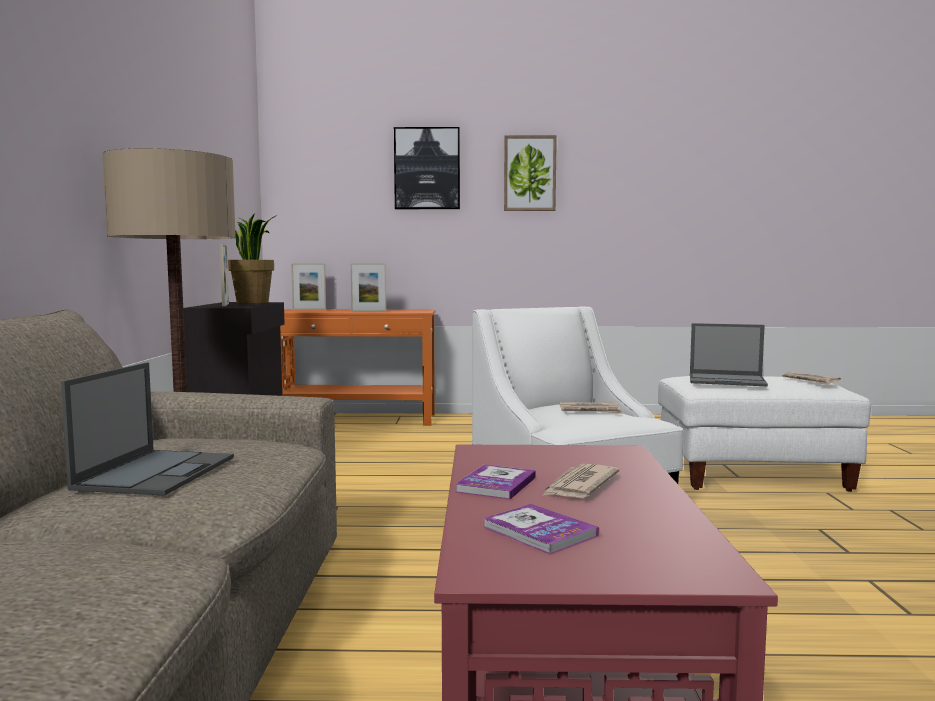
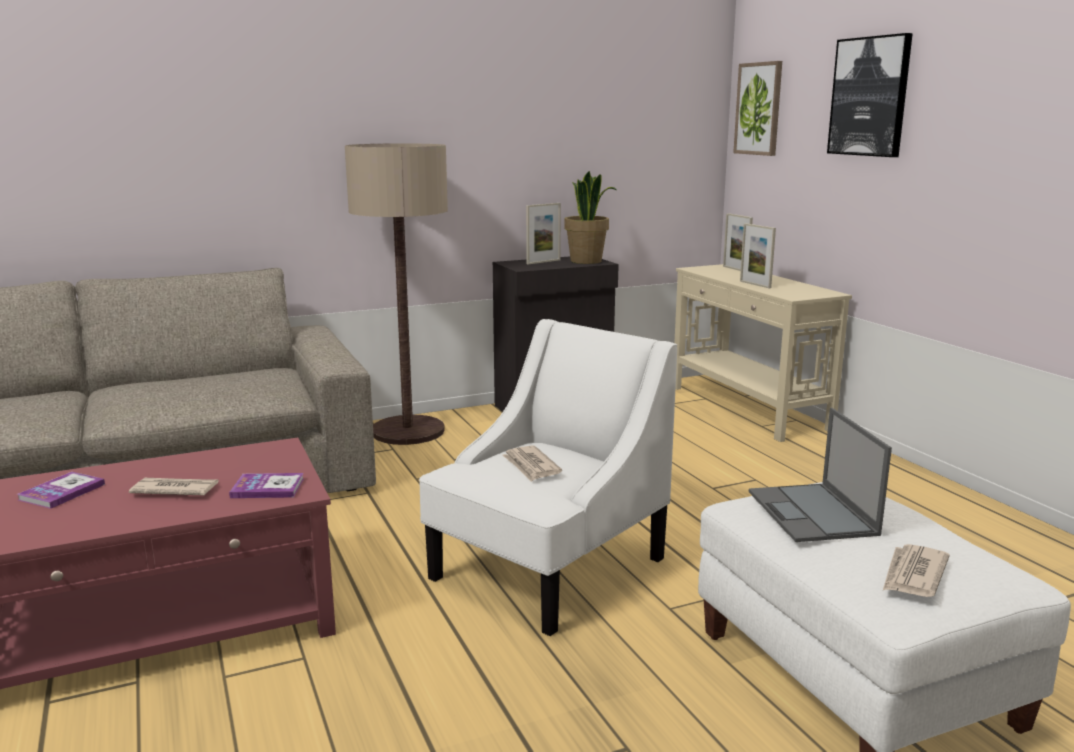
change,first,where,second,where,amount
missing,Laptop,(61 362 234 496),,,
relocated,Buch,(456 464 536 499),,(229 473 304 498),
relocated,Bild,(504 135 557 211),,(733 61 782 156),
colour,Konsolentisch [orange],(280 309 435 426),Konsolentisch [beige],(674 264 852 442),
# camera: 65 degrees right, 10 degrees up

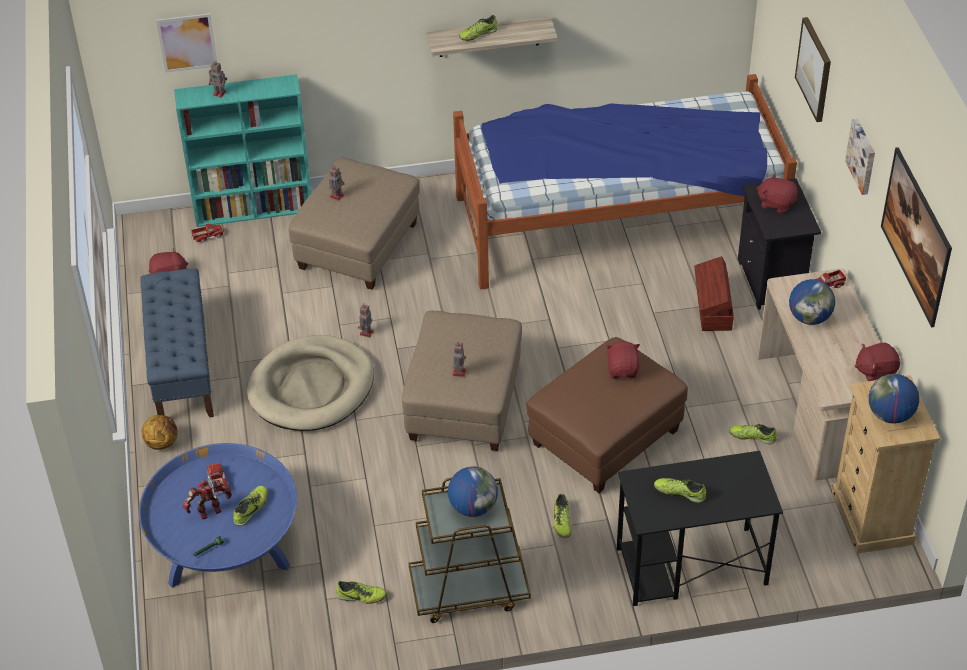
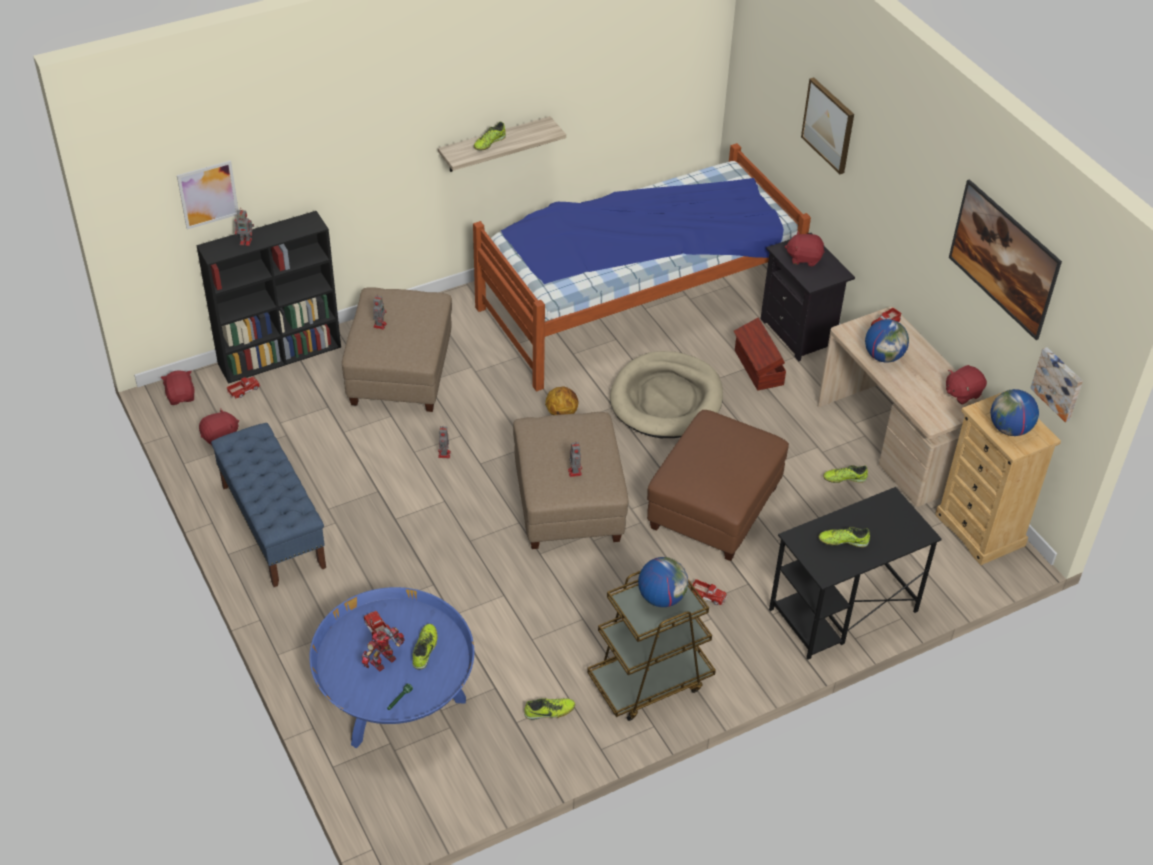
change,first,where,second,where,amount
relocated,Basketball,(142 415 178 450),,(545 387 578 415),
relocated,Hundebett [beige],(247 335 374 431),,(610 351 723 438),
relocated,Plüschtier [rot],(606 341 640 378),,(160 370 194 405),
relocated,Bild,(845 119 875 195),,(1031 347 1083 422),
exchanged,Schuh,(554 494 572 538),Spielzeuglaster,(692 579 727 605),
colour,Bücherregal [türkis],(174 74 311 227),Bücherregal [schwarz],(196 211 341 384),
# camera: 20 degrees left, 0 degrees up

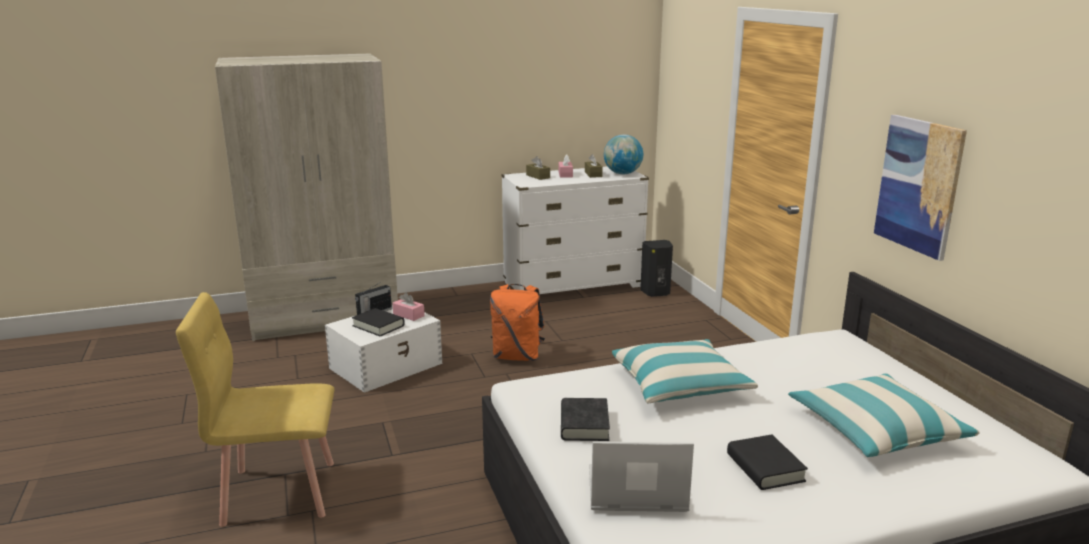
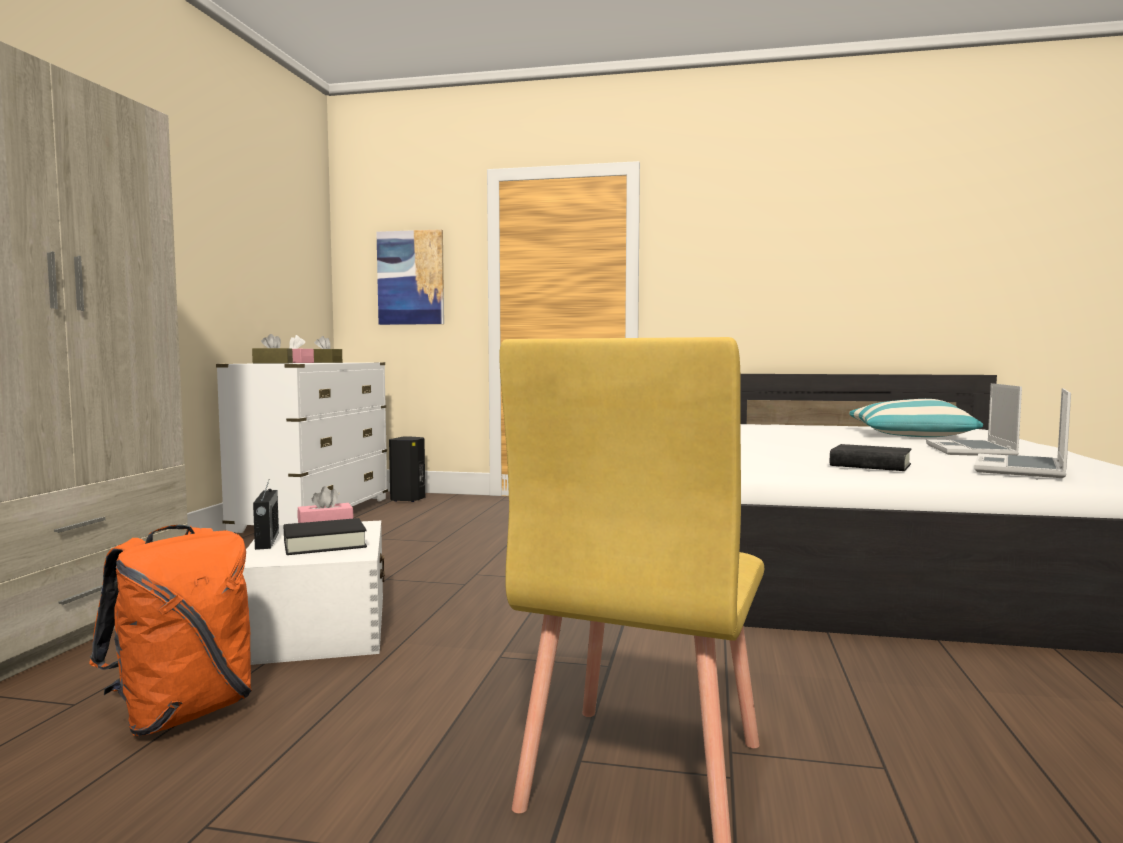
change,first,where,second,where,amount
missing,Globus,(604 135 643 174),,,
missing,Kissen,(612 339 758 403),,,
relocated,Rucksack [orange],(490 284 545 361),,(89 525 252 736),
relocated,Bild,(874 115 967 261),,(376 229 444 325),
exchanged,Buch [schwarz],(727 435 808 490),Laptop,(926 383 1022 456),
# camera: 60 degrees left, 15 degrees down

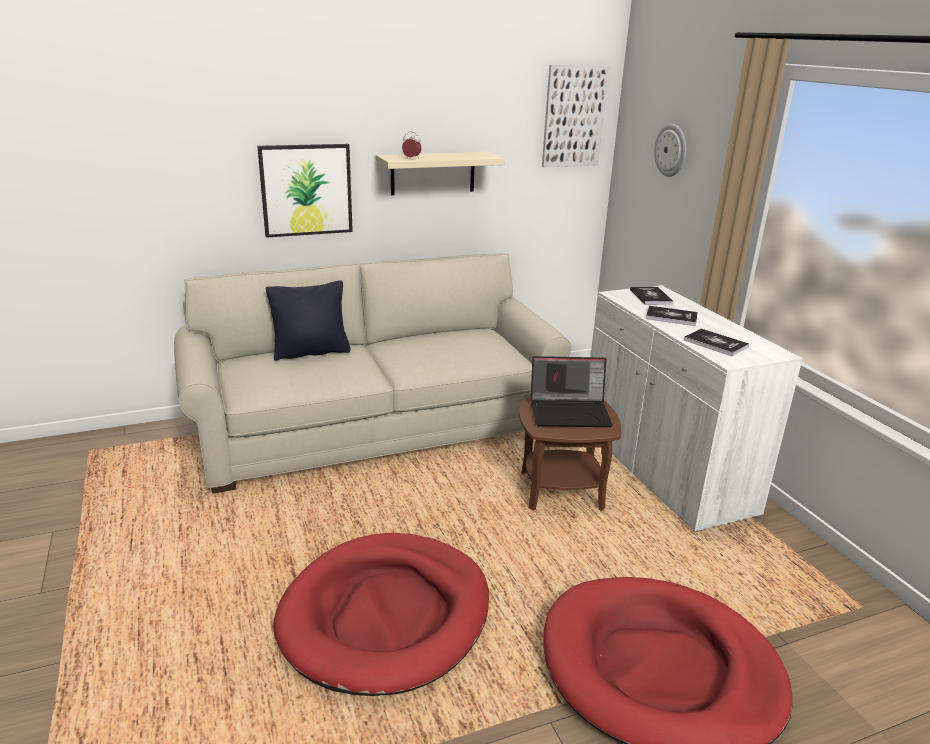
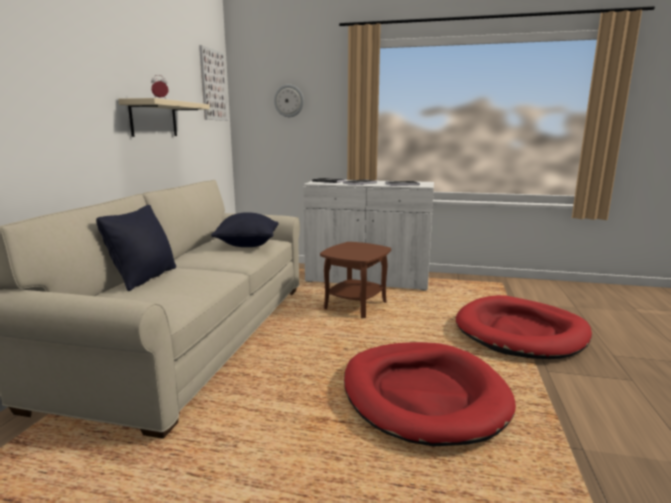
change,first,where,second,where,amount
missing,Bild,(257 144 353 238),,,
missing,Laptop,(531 356 613 427),,,
appeared,,,Kissen [schwarz],(211 212 278 247),
# camera: 55 degrees left, 10 degrees down

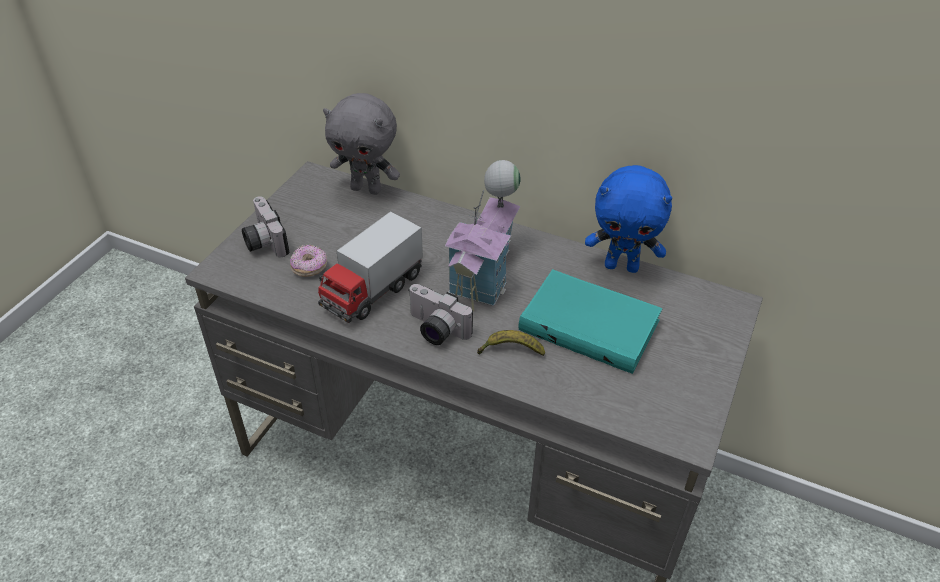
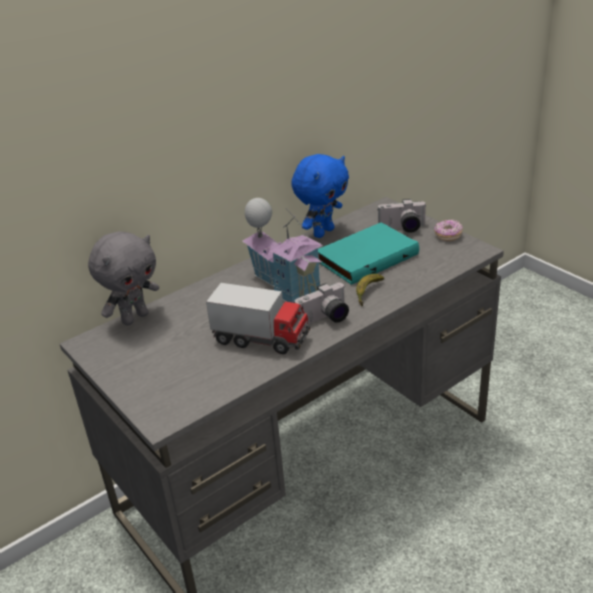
change,first,where,second,where,amount
relocated,Kamera,(242 196 289 257),,(378 199 427 233),
relocated,Donut,(290 245 327 277),,(434 219 463 241),
spun,Spielzeuglaster,(318 211 423 323),,(206 283 310 354),45 degrees counterclockwise
# camera: 60 degrees left, 10 degrees down

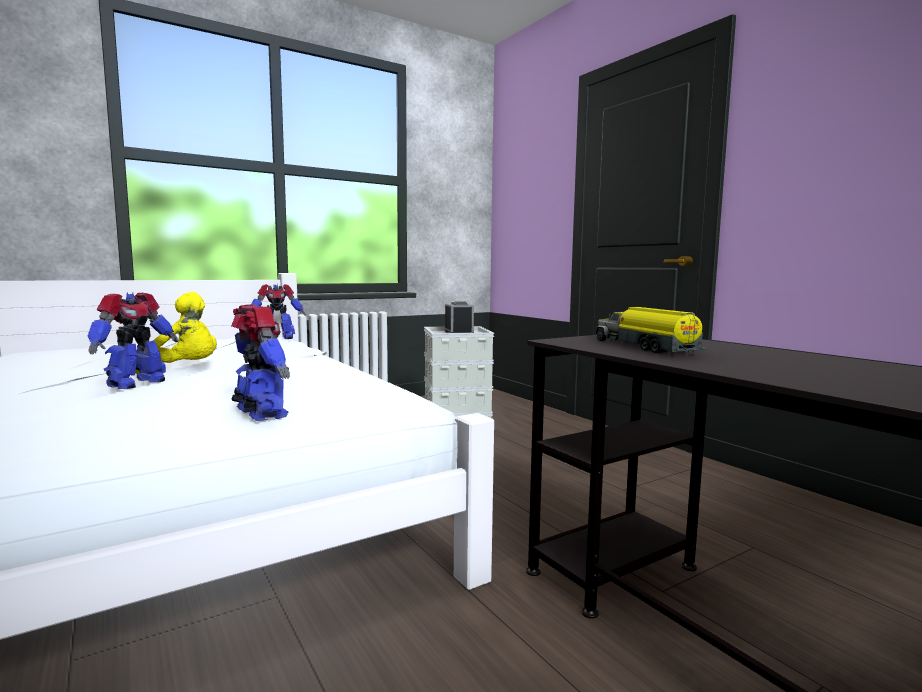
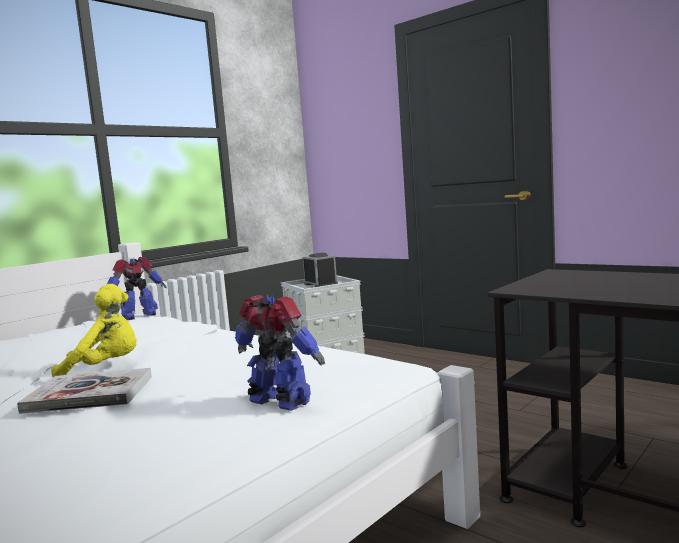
change,first,where,second,where,amount
missing,Spielzeuglaster,(596 307 705 353),,,
exchanged,Spielzeugroboter,(87 293 178 389),Buch,(17 368 152 414),
# camera: 15 degrees left, 0 degrees up

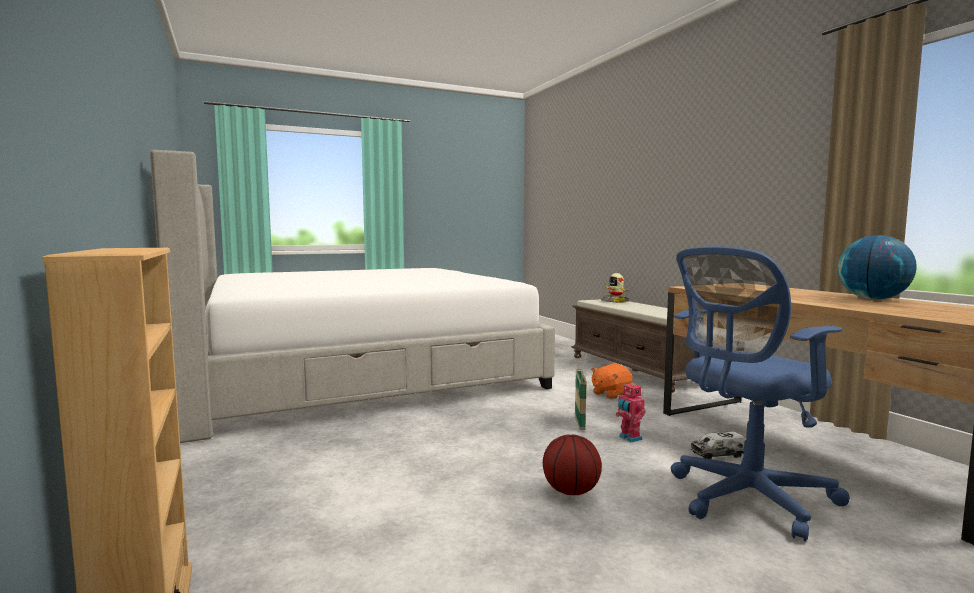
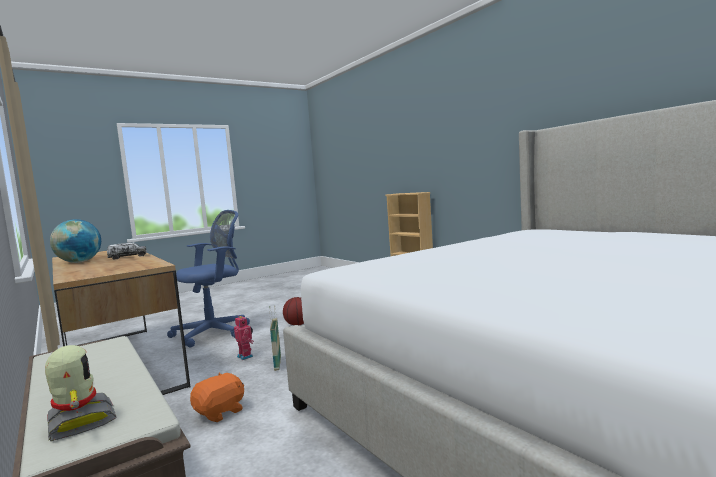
change,first,where,second,where,amount
relocated,Spielzeuglaster,(691 431 746 459),,(107 243 147 260),
# camera: 170 degrees right, 0 degrees up

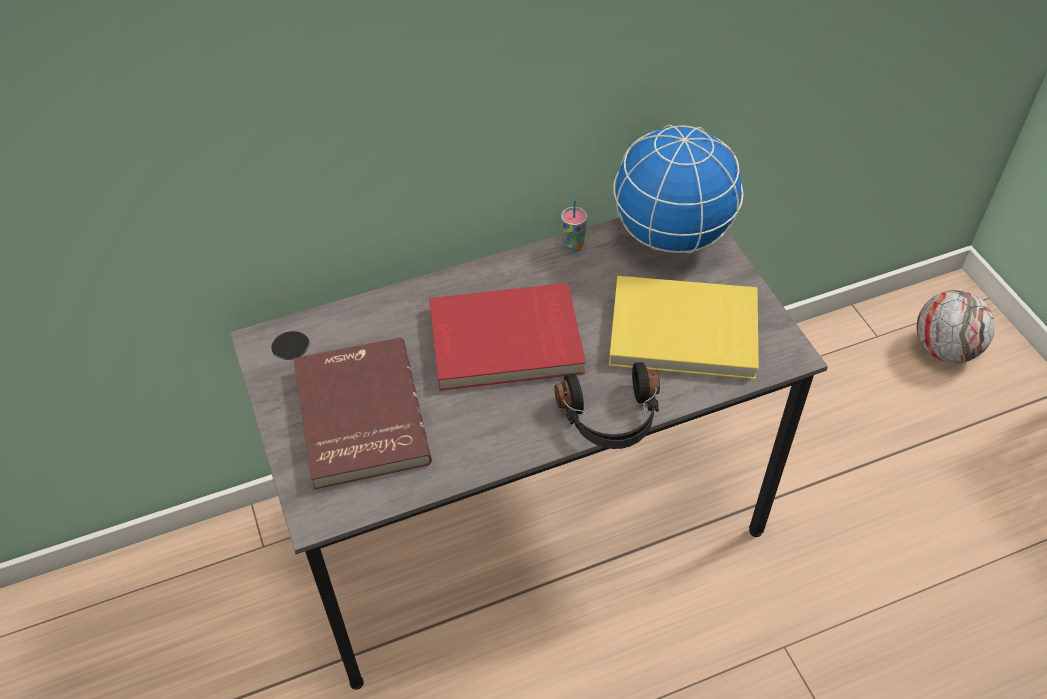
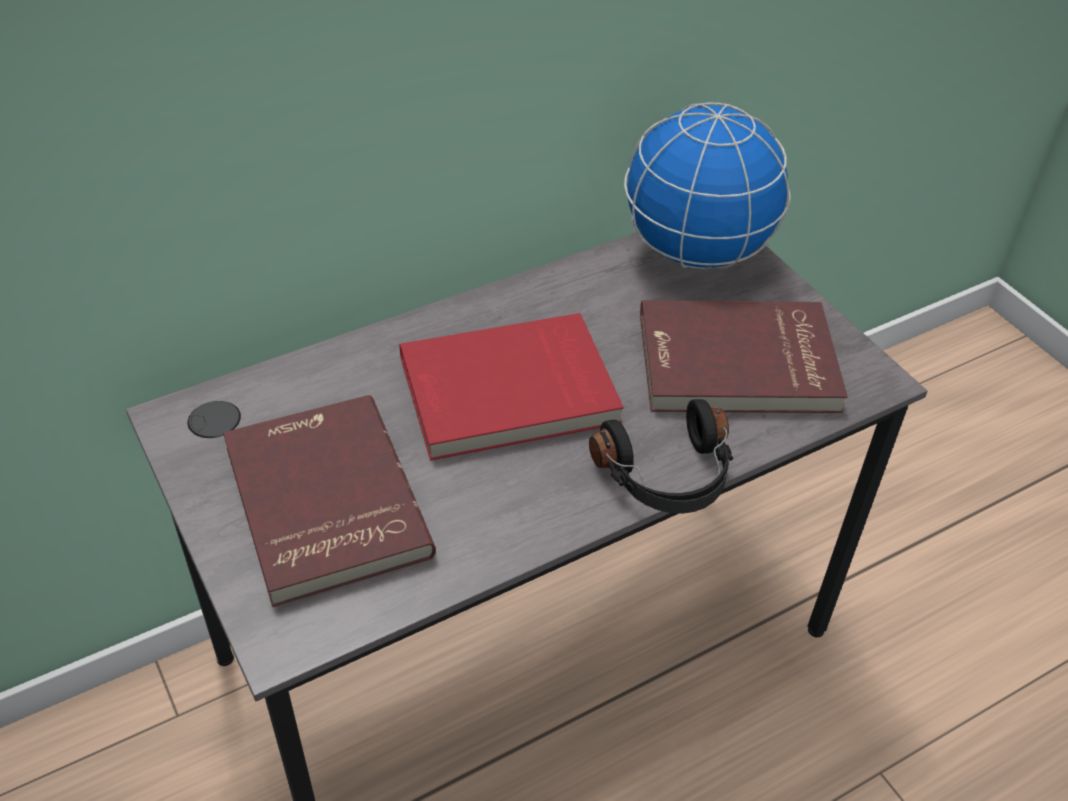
change,first,where,second,where,amount
missing,Tasse,(561 199 587 252),,,
missing,Fußball,(916 290 995 363),,,
colour,Buch [gelb],(609 276 759 379),Buch [rot],(640 300 848 413),
# camera: 10 degrees left, 5 degrees down

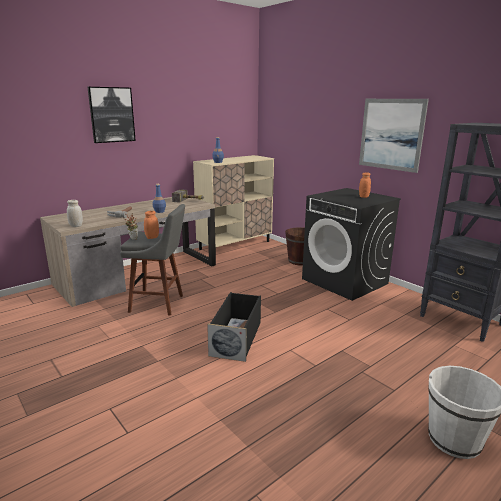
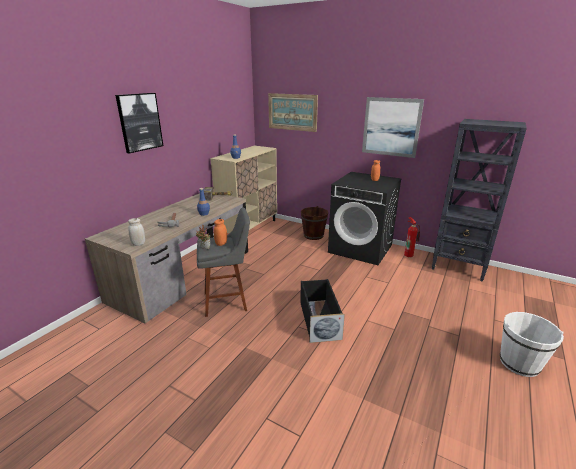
change,first,where,second,where,amount
appeared,,,Bild,(268 93 318 132),
appeared,,,Feuerlöscher,(404 217 420 257),
# camera: 20 degrees left, 5 degrees up

